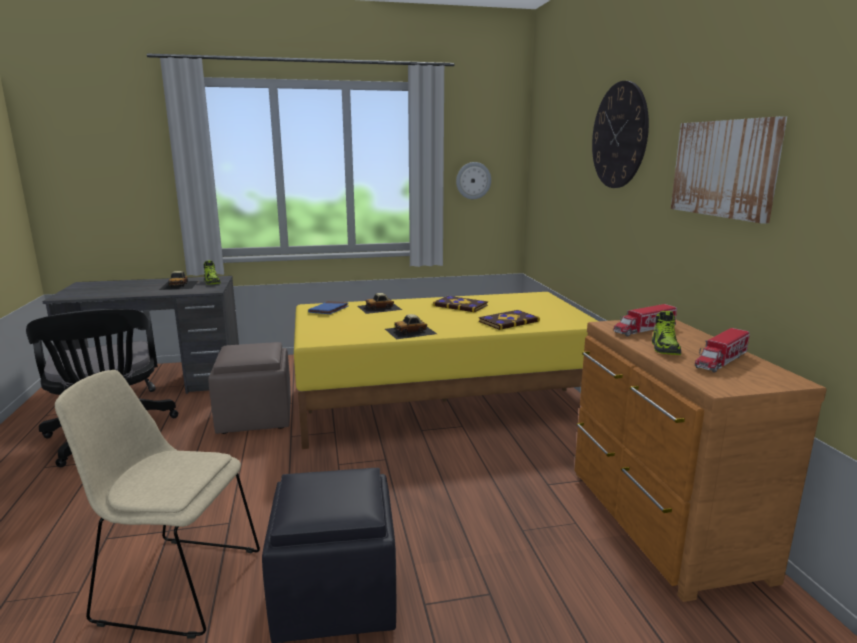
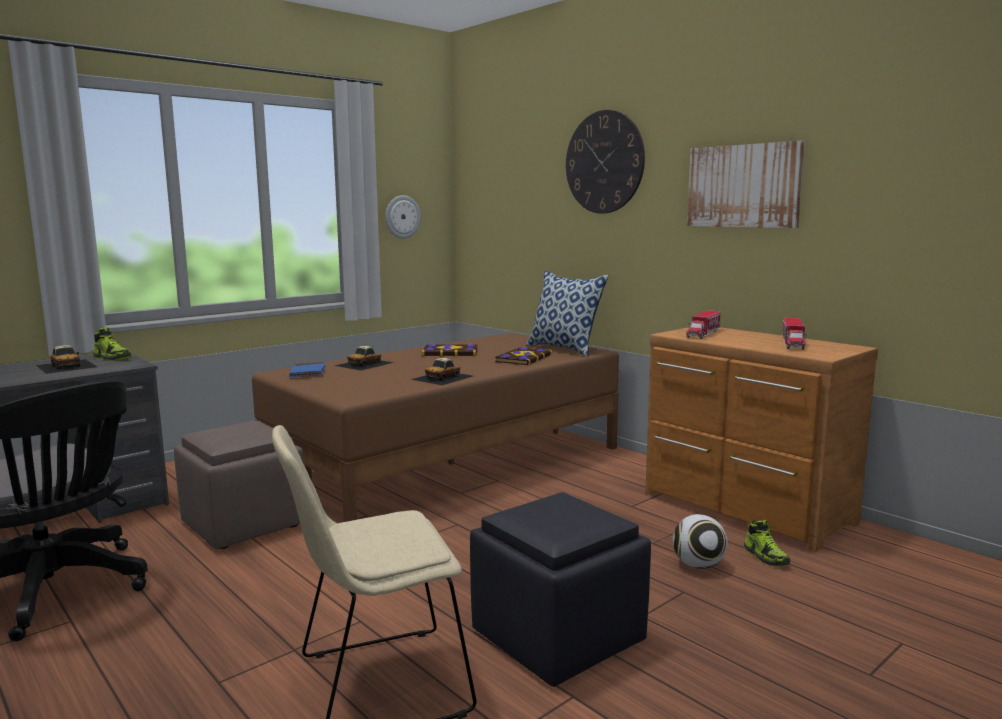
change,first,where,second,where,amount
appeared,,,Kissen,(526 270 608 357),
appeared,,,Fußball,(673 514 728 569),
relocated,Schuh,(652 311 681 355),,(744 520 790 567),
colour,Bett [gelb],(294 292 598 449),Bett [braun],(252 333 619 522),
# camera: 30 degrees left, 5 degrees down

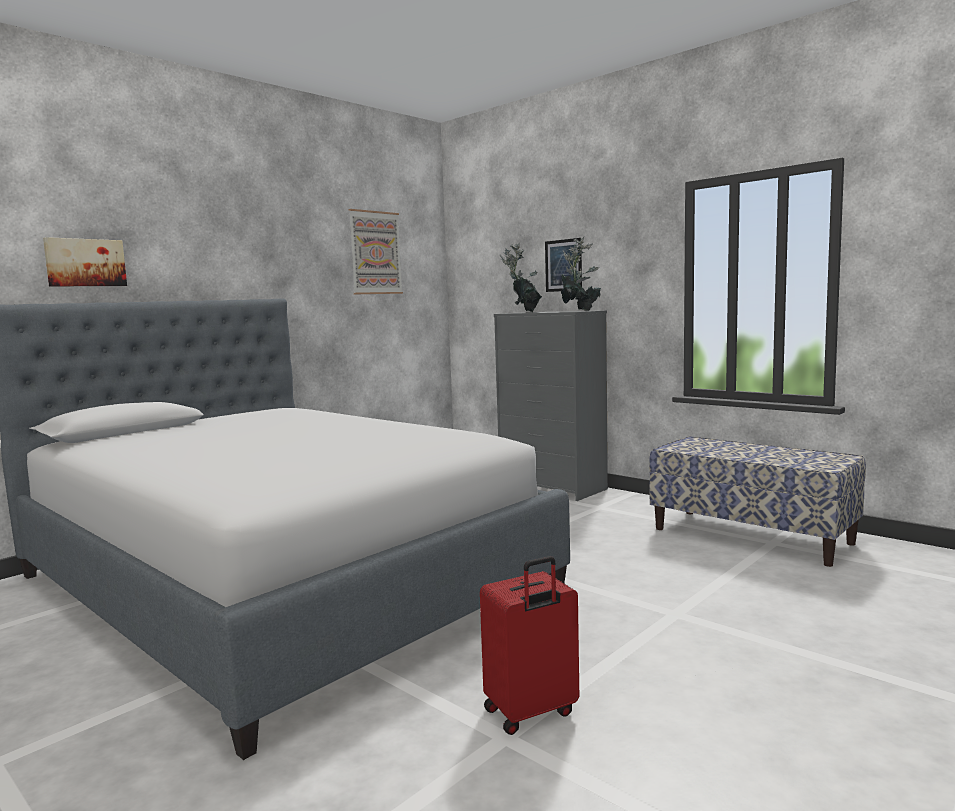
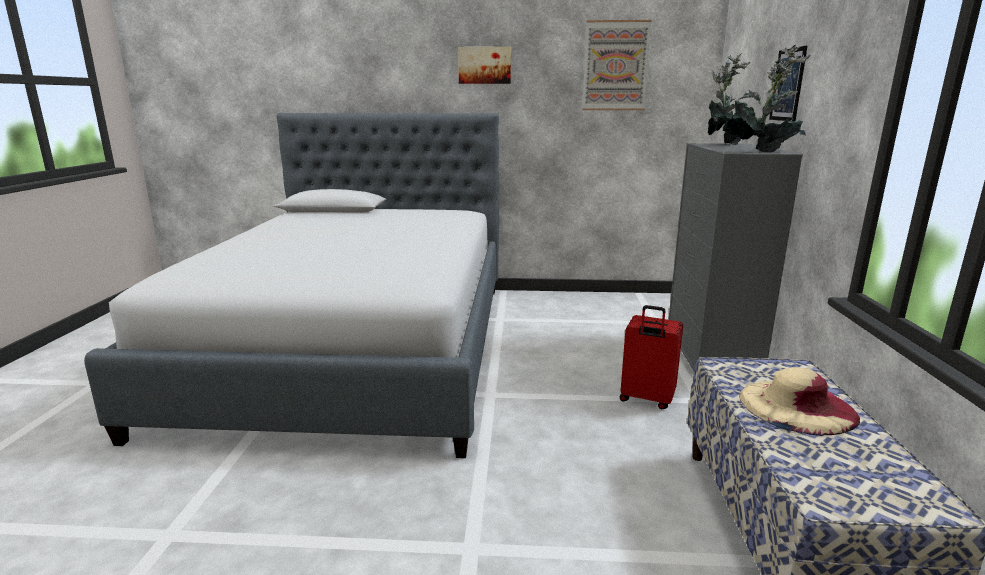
change,first,where,second,where,amount
appeared,,,Hut [beige],(739 367 860 436),
relocated,Bild,(43 237 127 287),,(458 47 511 84),
relocated,Koffer [rot],(480 556 579 735),,(620 305 683 409),
# camera: 50 degrees right, 10 degrees up

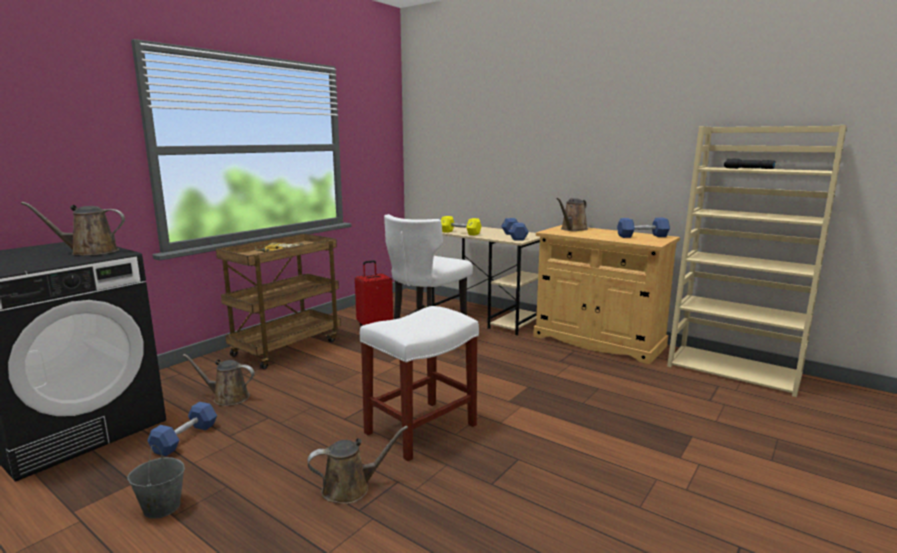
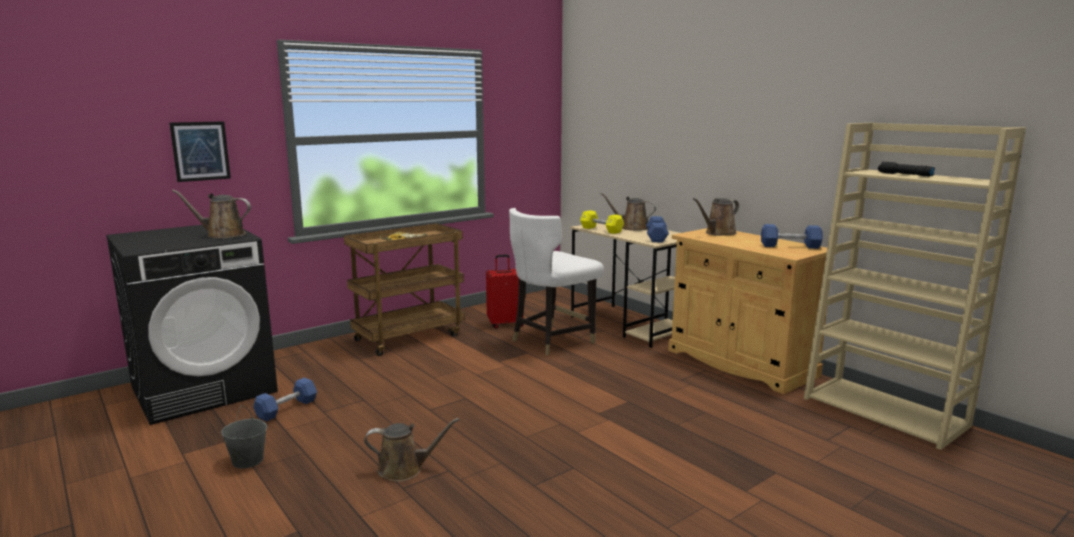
change,first,where,second,where,amount
missing,Hocker [weiß],(360 306 479 461),,,
appeared,,,Bild,(169 121 231 182),
relocated,Gießkanne [braun],(182 354 255 406),,(600 192 656 231),
# camera: 15 degrees right, 0 degrees up

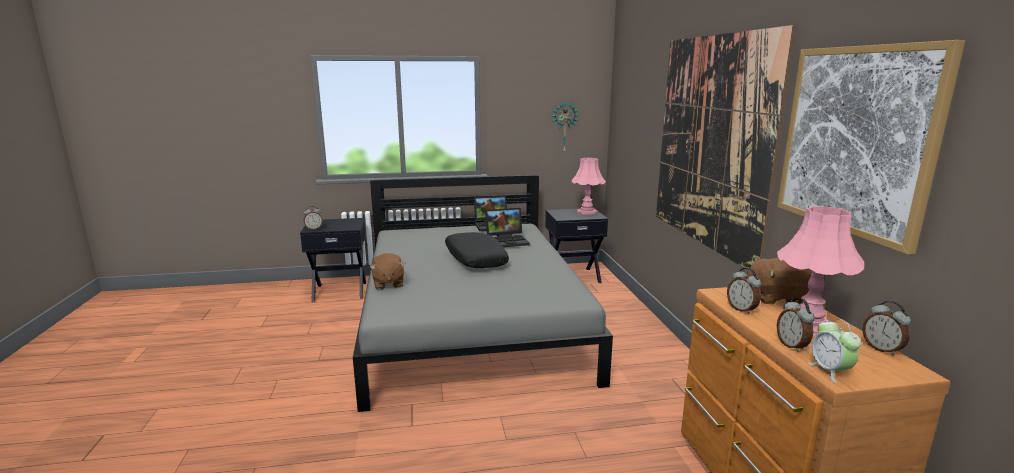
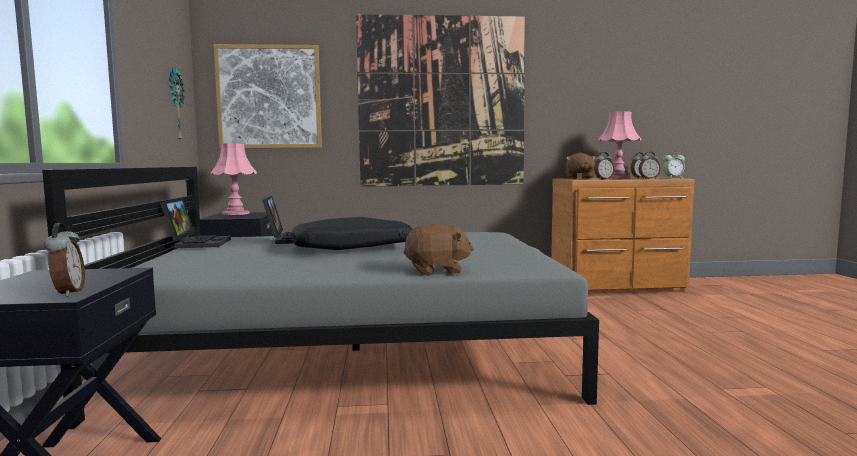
change,first,where,second,where,amount
relocated,Bild,(777 40 965 254),,(214 44 322 148),
# camera: 85 degrees left, 10 degrees down

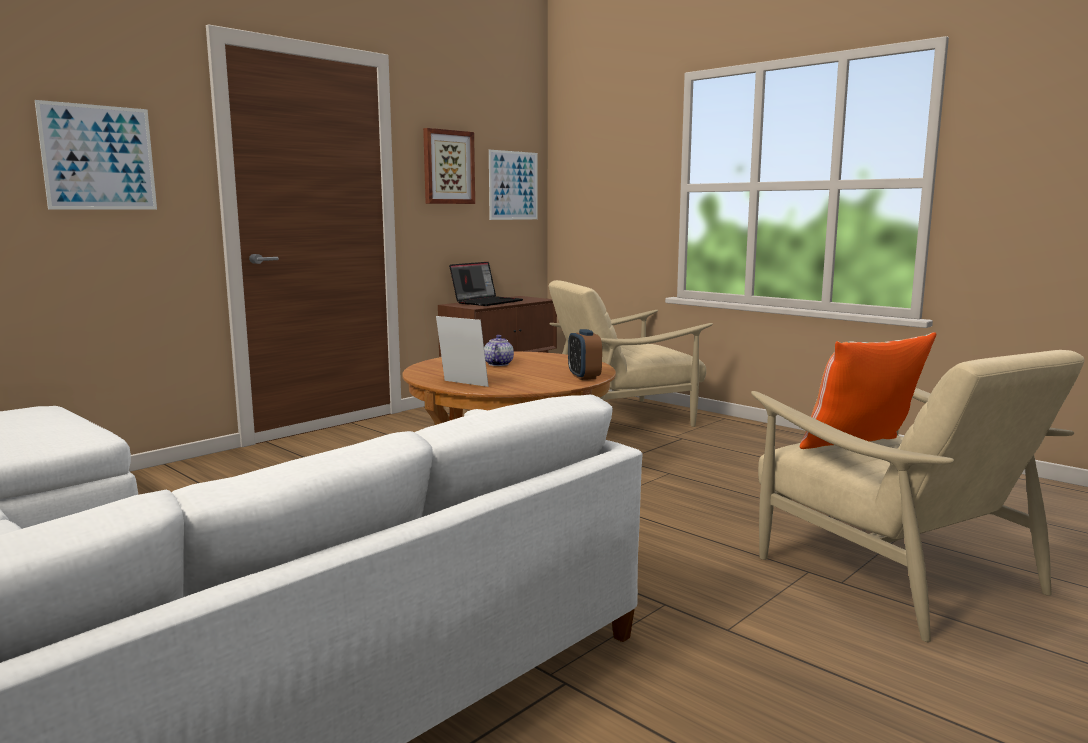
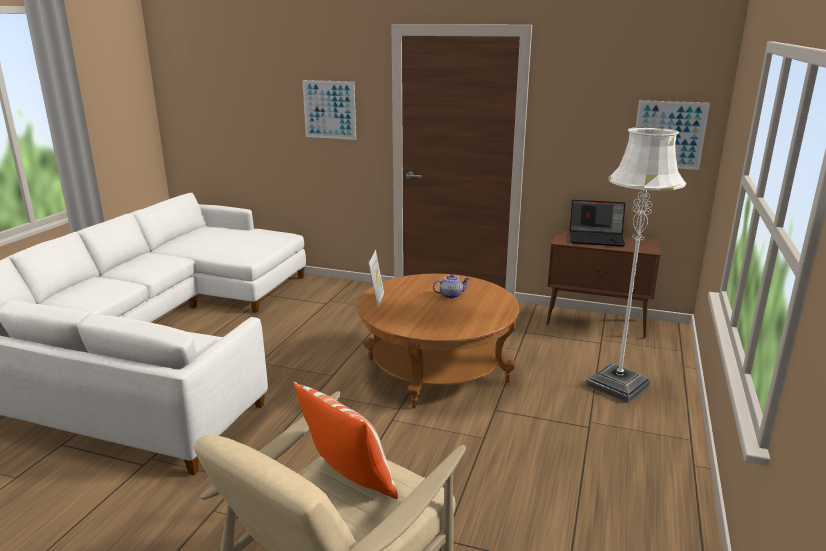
change,first,where,second,where,amount
missing,Bild,(423 128 475 204),,,
missing,Wecker,(568 329 602 380),,,
exchanged,Sessel [beige],(549 280 713 427),Stehlampe [weiß],(586 127 686 403),
# camera: 65 degrees right, 10 degrees up

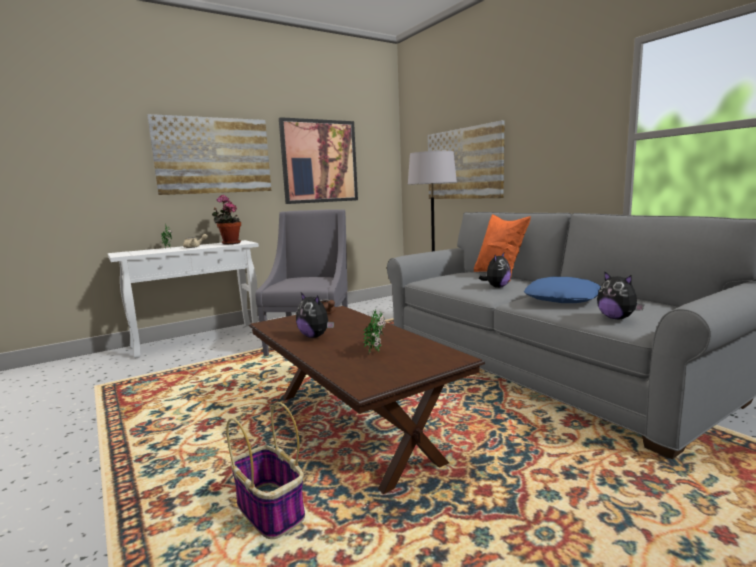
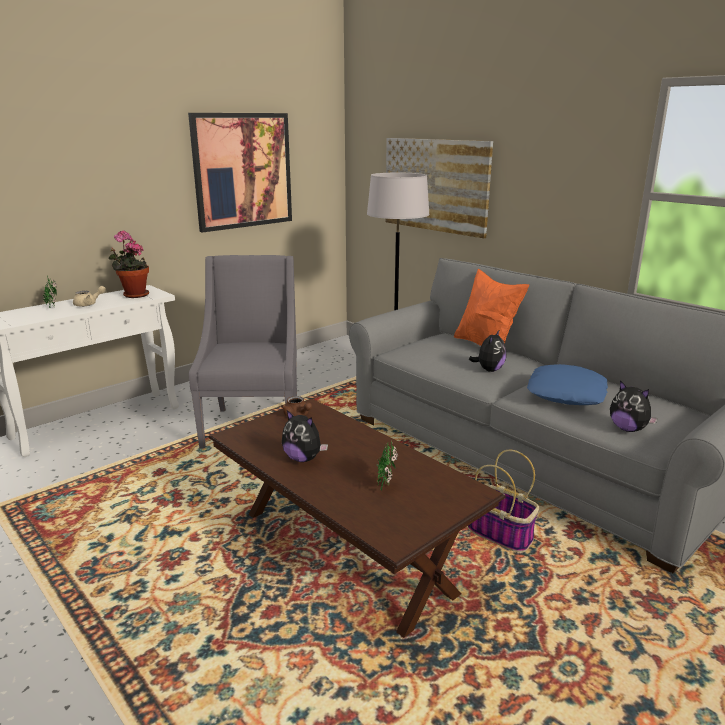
change,first,where,second,where,amount
missing,Bild,(147 114 271 195),,,
relocated,Korb,(226 402 305 539),,(467 450 539 553),
# camera: 10 degrees left, 10 degrees up

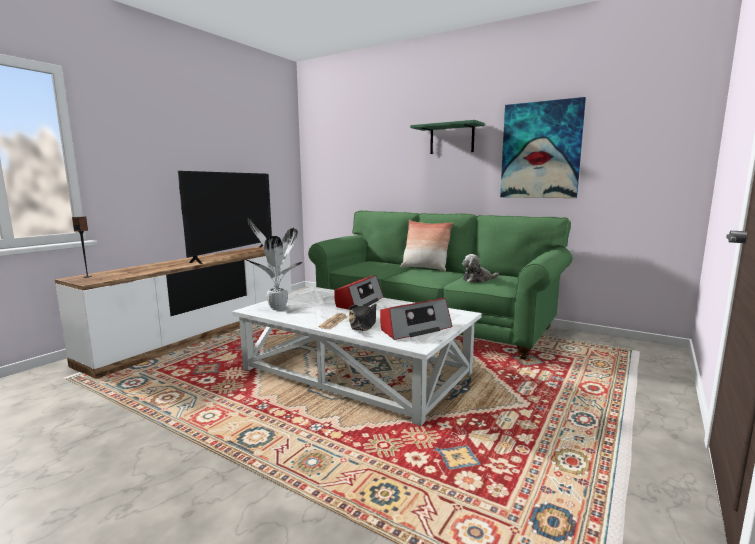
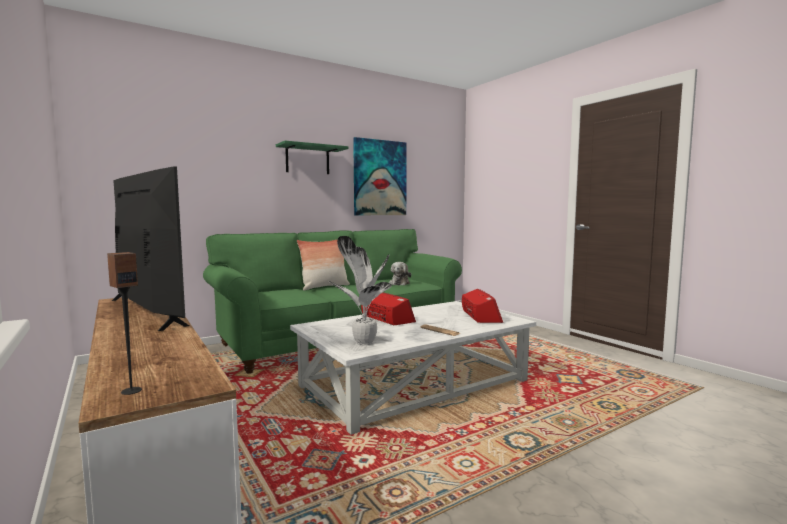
change,first,where,second,where,amount
missing,Hut [schwarz],(349 304 376 331),,,
# camera: 65 degrees left, 5 degrees down

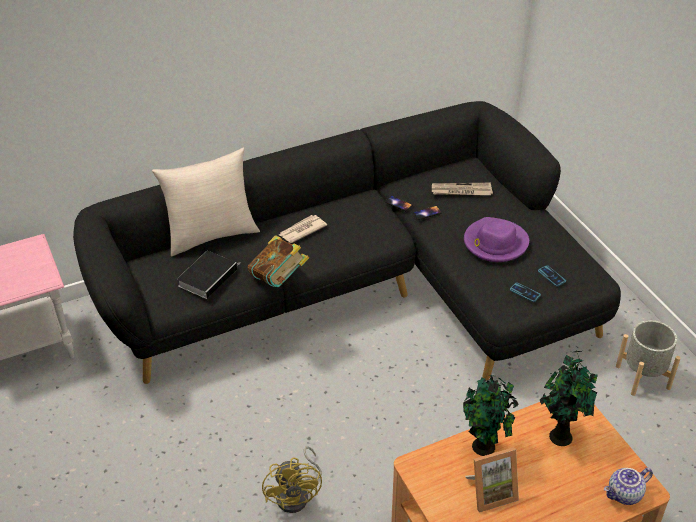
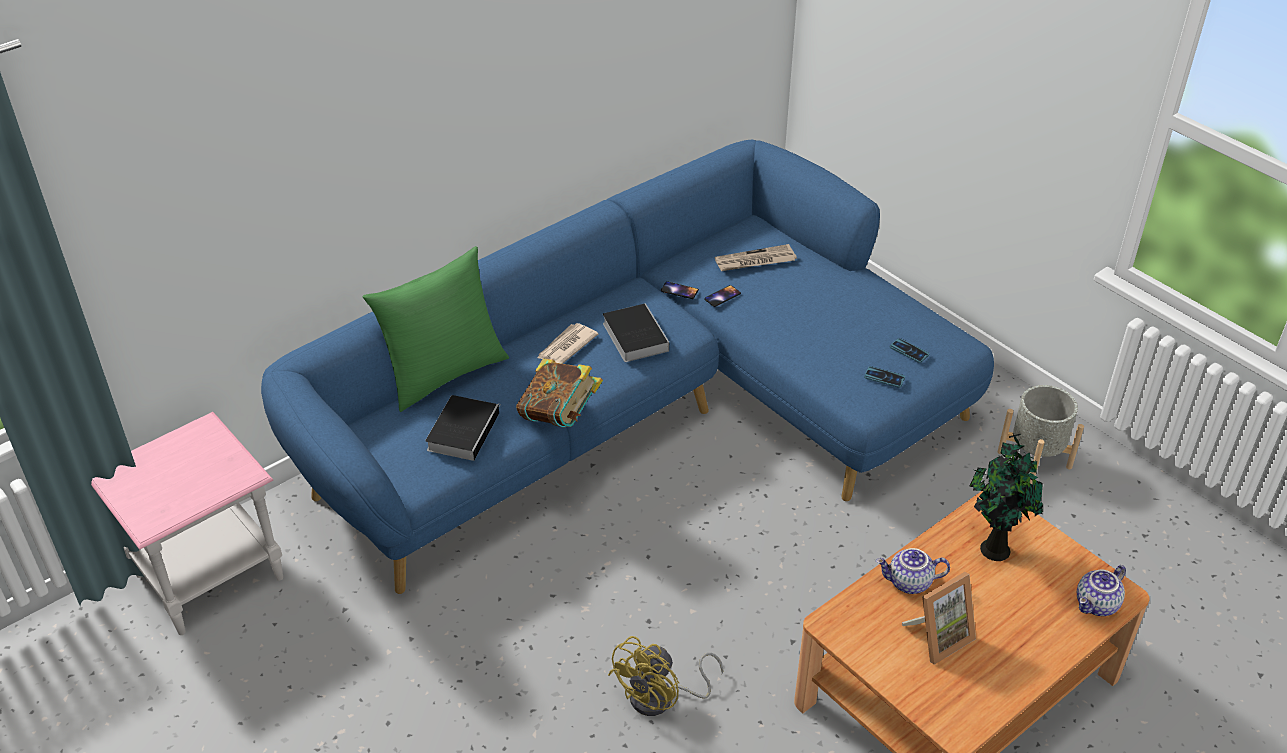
change,first,where,second,where,amount
missing,Hut [lila],(464 217 529 262),,,
appeared,,,Buch,(603 303 669 362),
exchanged,Topfpflanze,(463 375 518 456),Teekanne,(876 548 950 594),
colour,Sofa [schwarz],(73 101 621 384),Sofa [blau],(261 140 994 594),
colour,Kissen [beige],(152 148 260 256),Kissen [grün],(363 246 509 412),
spun,Ventilator [gelb],(262 446 322 513),,(608 636 724 716),60 degrees clockwise
# camera: 15 degrees left, 0 degrees up

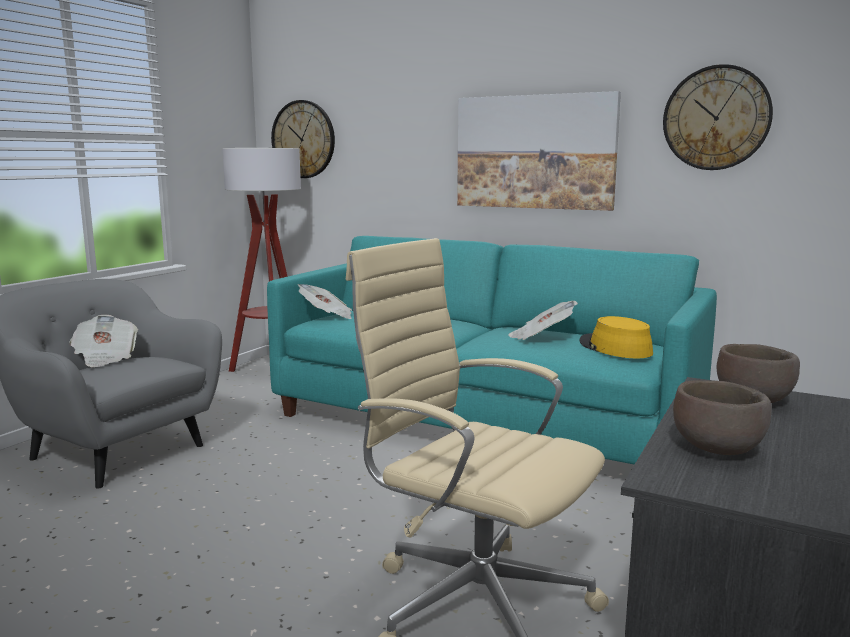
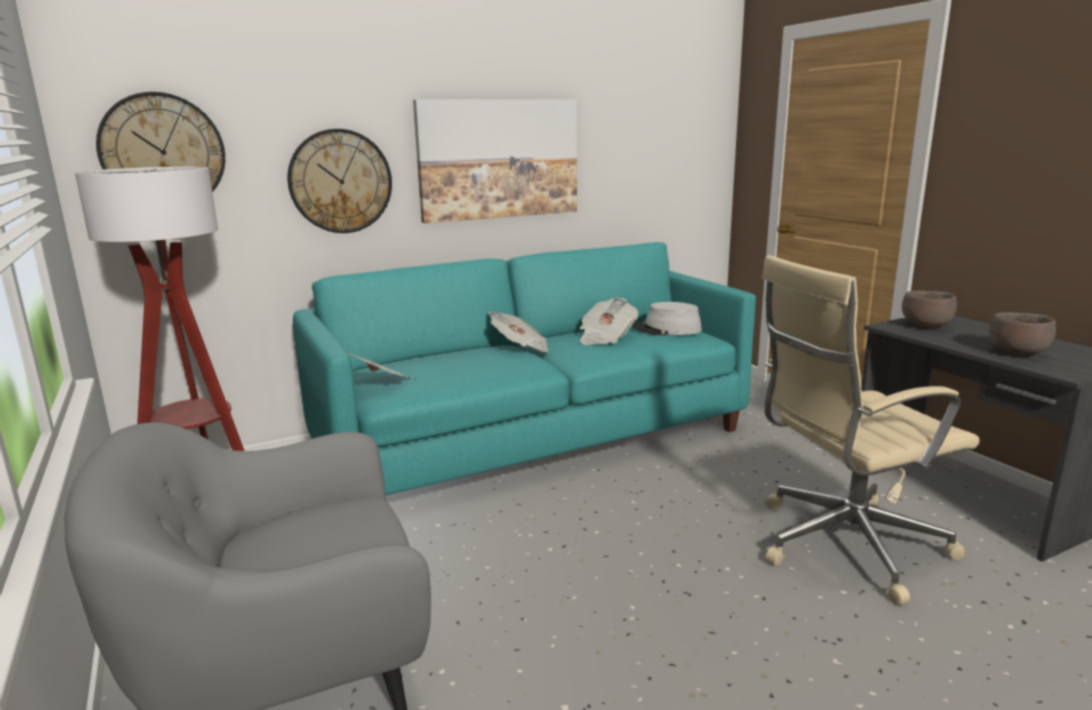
change,first,where,second,where,amount
relocated,Zeitung,(69 315 138 367),,(488 311 548 352),
relocated,Wanduhr,(663 64 773 170),,(288 129 392 233),
colour,Hut [gelb],(580 316 653 358),Hut [grau],(631 302 702 335),
# camera: 55 degrees left, 5 degrees up

